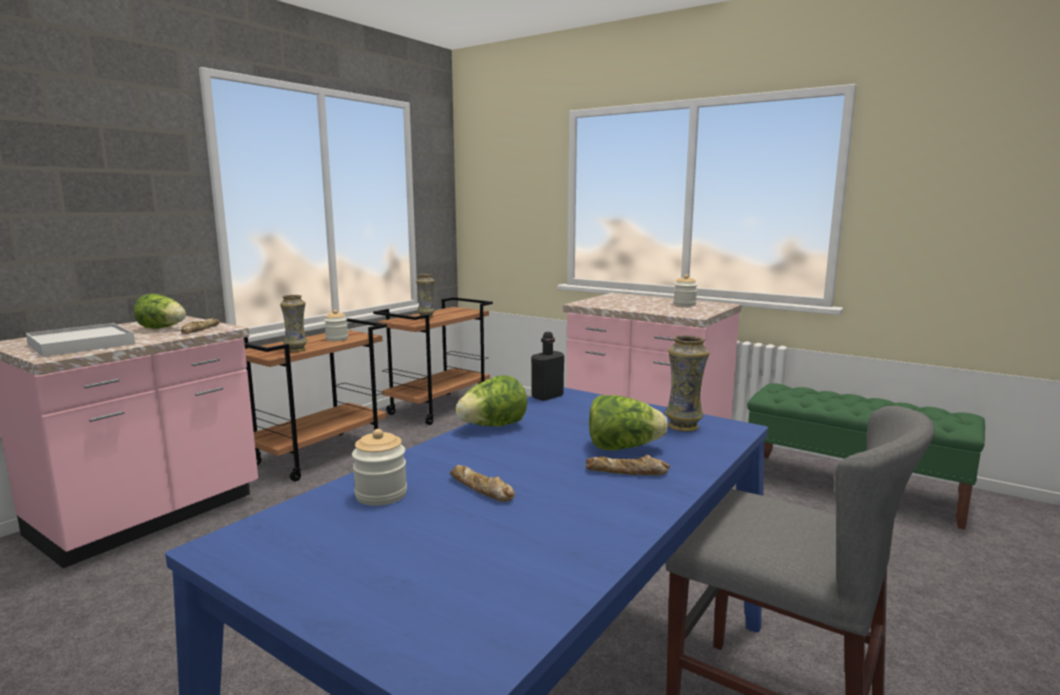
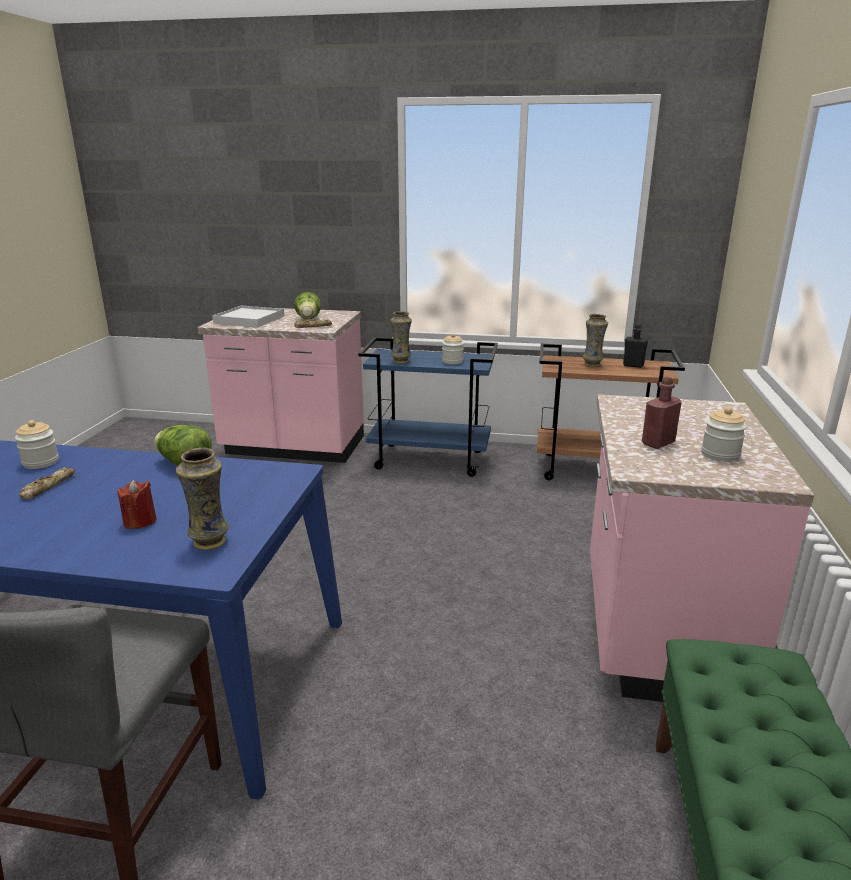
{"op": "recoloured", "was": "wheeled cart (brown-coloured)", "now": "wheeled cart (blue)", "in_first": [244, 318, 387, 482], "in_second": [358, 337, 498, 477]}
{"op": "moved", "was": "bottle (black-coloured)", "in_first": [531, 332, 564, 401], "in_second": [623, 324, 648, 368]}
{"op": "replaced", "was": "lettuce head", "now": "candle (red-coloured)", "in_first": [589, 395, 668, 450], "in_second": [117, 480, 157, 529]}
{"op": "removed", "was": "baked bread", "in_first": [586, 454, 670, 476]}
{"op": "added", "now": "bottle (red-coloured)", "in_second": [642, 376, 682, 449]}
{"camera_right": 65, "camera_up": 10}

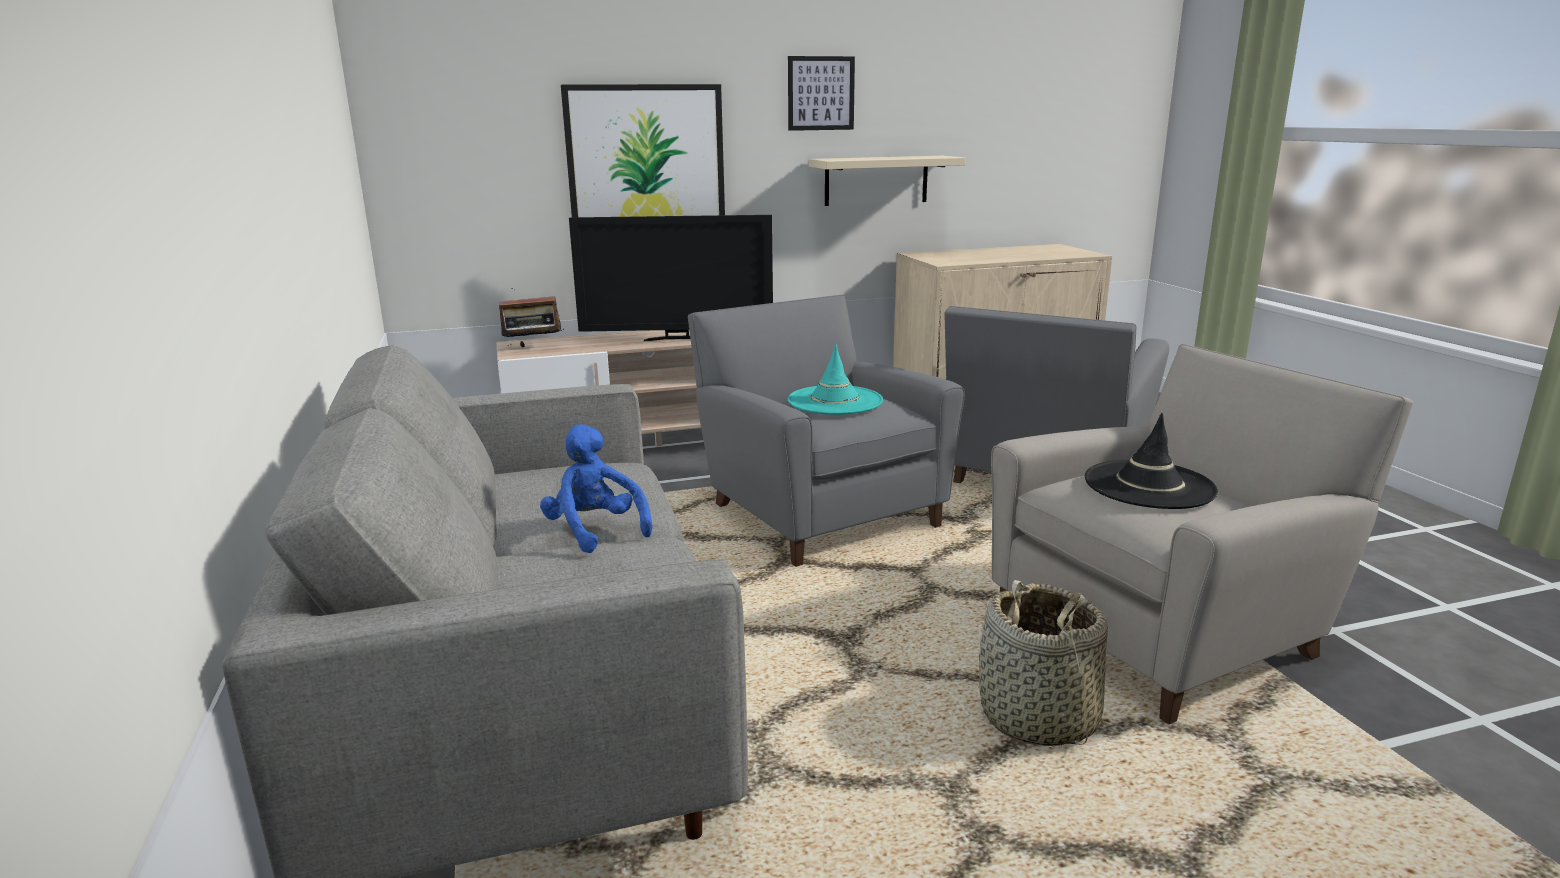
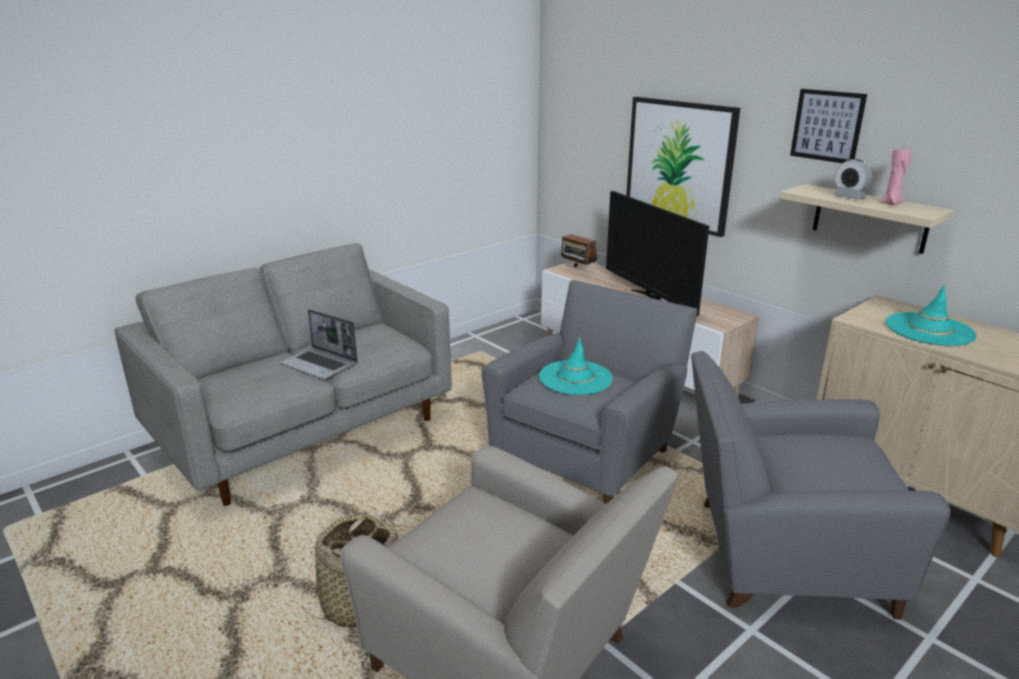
{"op": "removed", "was": "wearable hat (black-coloured)", "in_first": [1085, 413, 1218, 509]}
{"op": "replaced", "was": "plush toy (blue)", "now": "laptop", "in_first": [540, 424, 652, 553], "in_second": [280, 309, 358, 379]}
{"op": "added", "now": "candle (pink-coloured)", "in_second": [881, 146, 911, 205]}
{"op": "added", "now": "table clock", "in_second": [833, 159, 872, 200]}
{"op": "added", "now": "wearable hat (blue-green)", "in_second": [886, 284, 977, 346]}
{"camera_right": 65, "camera_up": 5}

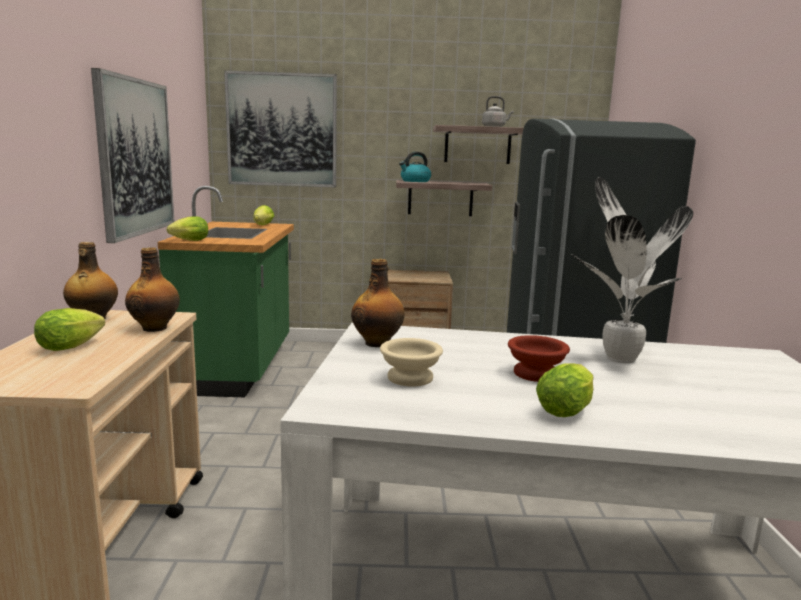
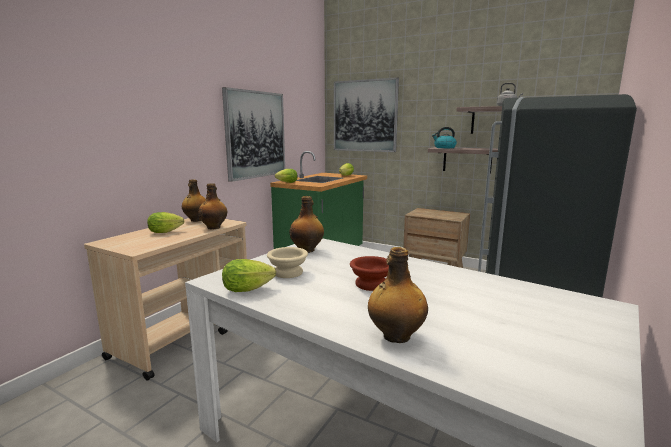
{"op": "removed", "was": "potted plant", "in_first": [571, 177, 693, 363]}
{"op": "moved", "was": "lettuce head", "in_first": [536, 363, 594, 417], "in_second": [222, 259, 276, 292]}
{"op": "added", "now": "bottle", "in_second": [368, 247, 428, 343]}
{"camera_right": 30, "camera_up": 0}

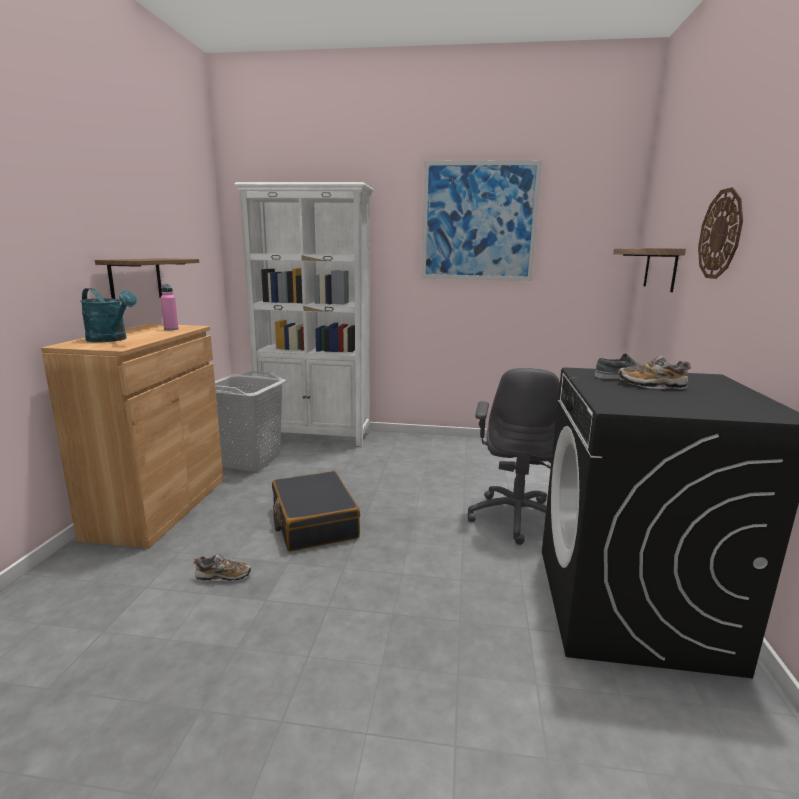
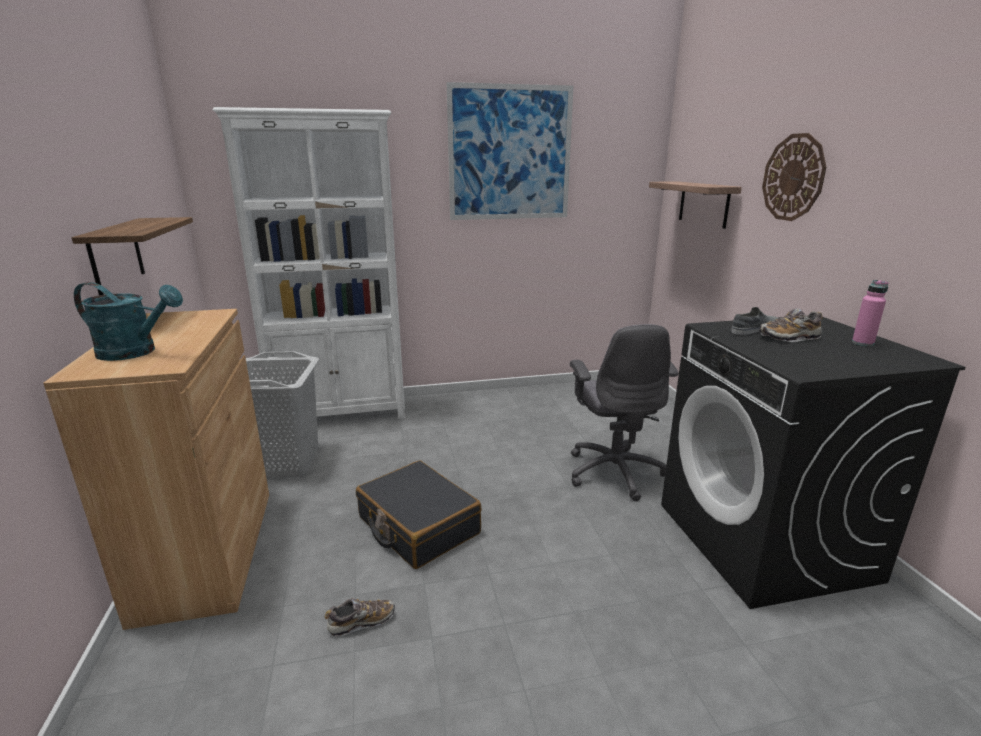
{"op": "moved", "was": "bottle (pink-coloured)", "in_first": [161, 284, 178, 330], "in_second": [852, 280, 889, 346]}
{"camera_right": -20, "camera_up": 5}

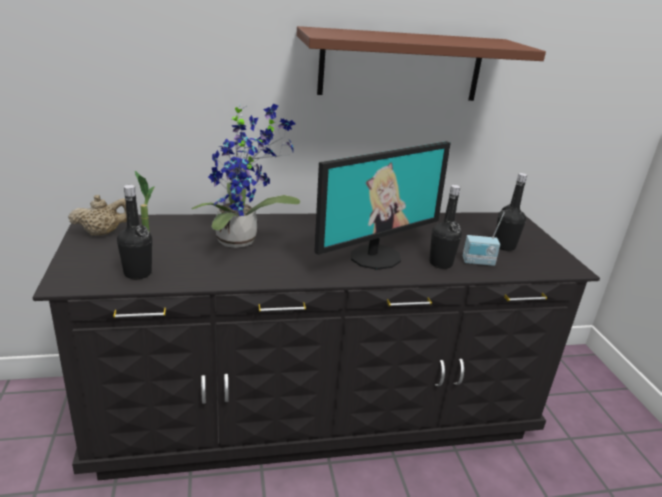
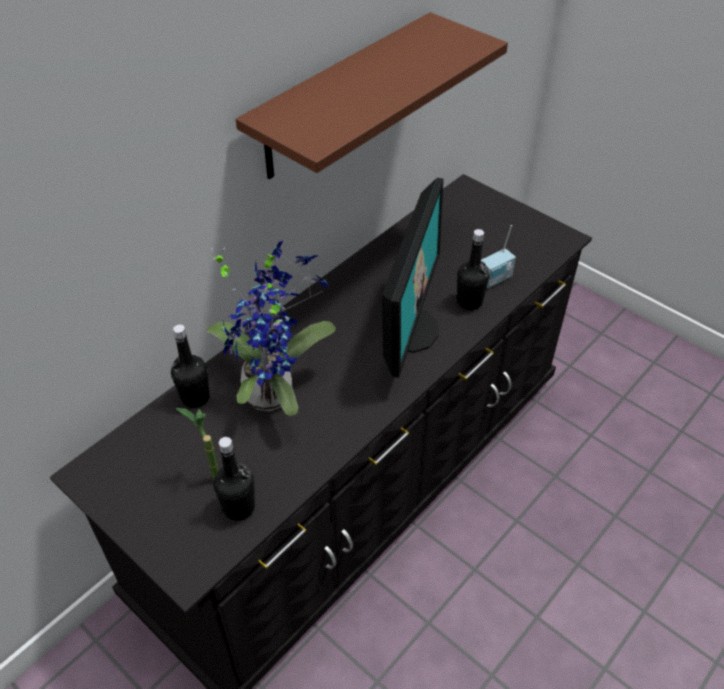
{"op": "moved", "was": "bottle (black-coloured)", "in_first": [495, 173, 527, 251], "in_second": [171, 325, 210, 408]}
{"op": "removed", "was": "tea pot (beige-coloured)", "in_first": [68, 195, 127, 236]}
{"camera_right": -35, "camera_up": 20}

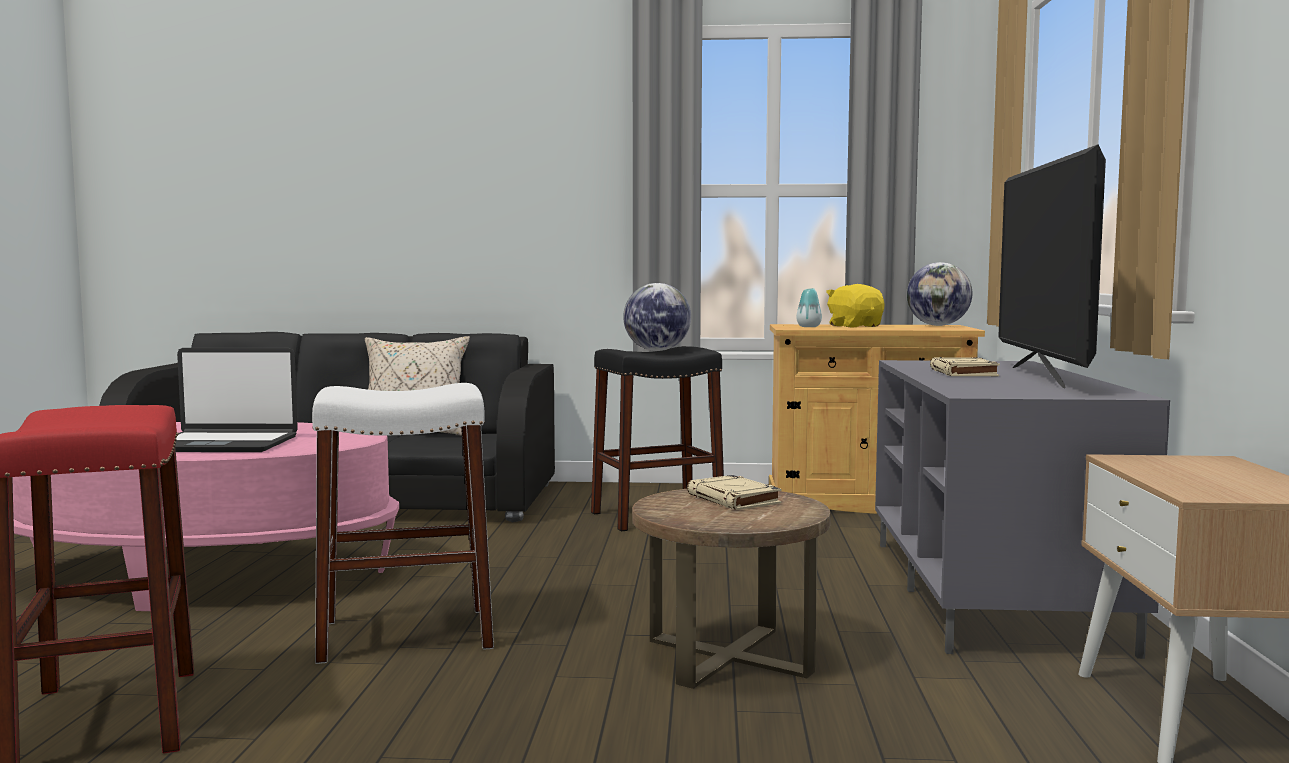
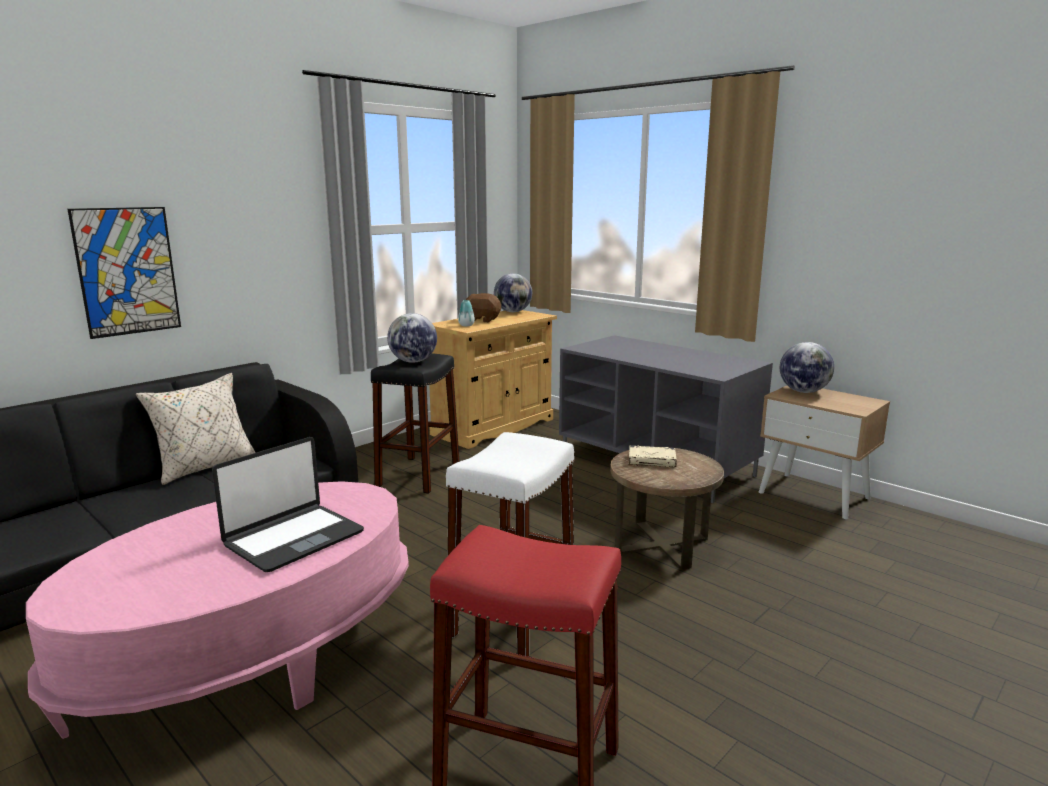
{"op": "removed", "was": "TV", "in_first": [998, 144, 1106, 388]}
{"op": "recoloured", "was": "plush toy (yellow-coloured)", "now": "plush toy (brown-coloured)", "in_first": [826, 284, 885, 327], "in_second": [466, 293, 501, 322]}
{"op": "removed", "was": "bound book (beige-coloured)", "in_first": [930, 357, 1000, 376]}
{"op": "added", "now": "wall picture", "in_second": [68, 207, 181, 339]}
{"op": "added", "now": "desk globe", "in_second": [780, 342, 834, 393]}
{"camera_right": -50, "camera_up": 10}

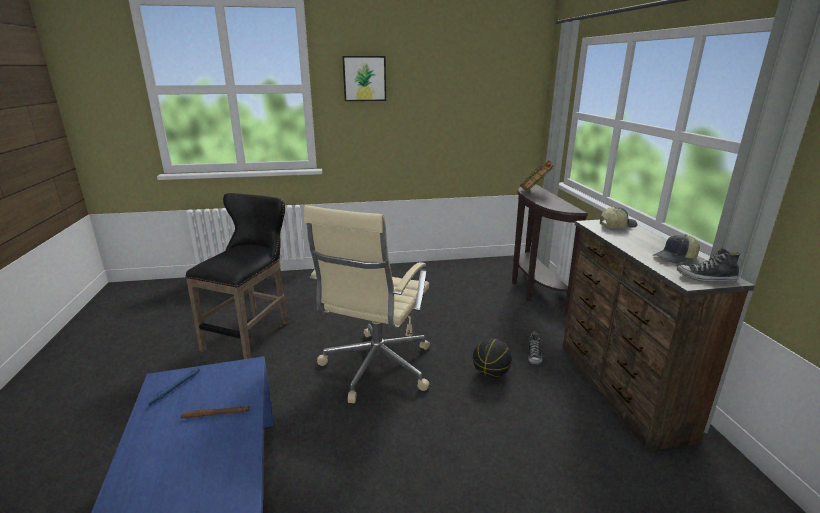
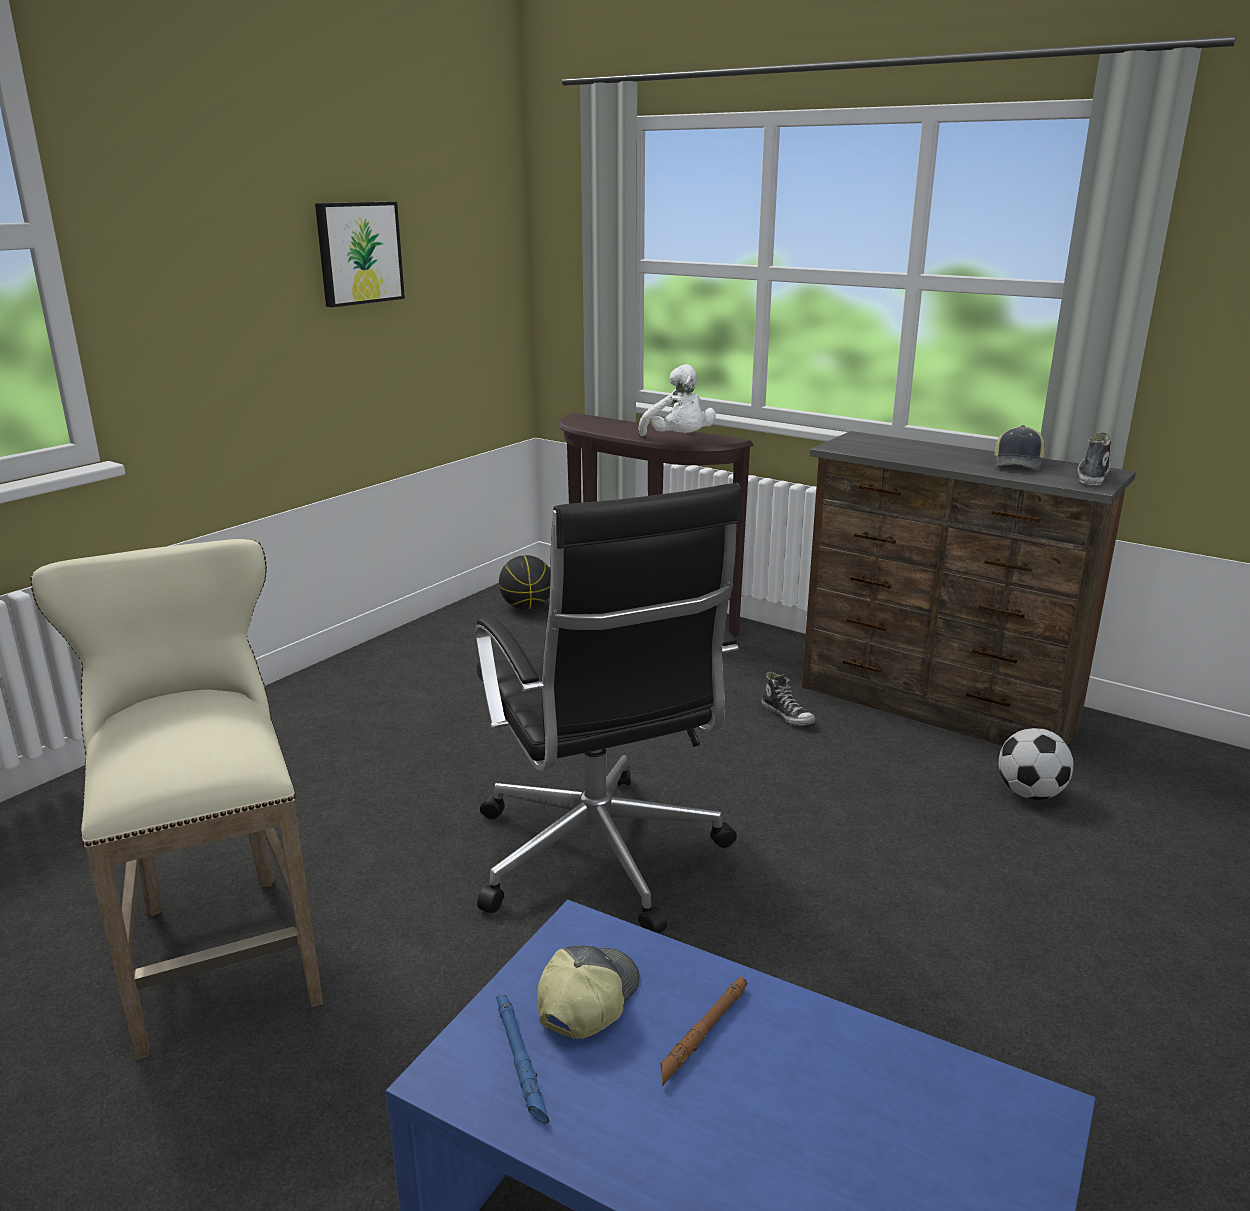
{"op": "moved", "was": "wall picture", "in_first": [342, 56, 386, 101], "in_second": [315, 201, 405, 307]}
{"op": "removed", "was": "bound book", "in_first": [520, 160, 554, 191]}
{"op": "recoloured", "was": "sitting stool (black-coloured)", "now": "sitting stool (beige-coloured)", "in_first": [185, 193, 289, 359], "in_second": [30, 539, 323, 1060]}
{"op": "recoloured", "was": "computer chair (beige-coloured)", "now": "computer chair (black-coloured)", "in_first": [304, 205, 430, 403], "in_second": [475, 483, 742, 933]}
{"op": "moved", "was": "baseball cap", "in_first": [600, 207, 637, 228], "in_second": [537, 945, 640, 1039]}
{"op": "turned", "was": "low shoe", "in_first": [677, 247, 740, 282], "in_second": [1077, 433, 1111, 485], "clockwise": 150}
{"op": "moved", "was": "basketball ball", "in_first": [473, 338, 512, 378], "in_second": [499, 555, 551, 610]}
{"op": "added", "now": "plush toy (white)", "in_second": [639, 364, 716, 436]}
{"op": "added", "now": "football ball", "in_second": [999, 728, 1073, 800]}
{"camera_right": -45, "camera_up": 0}

